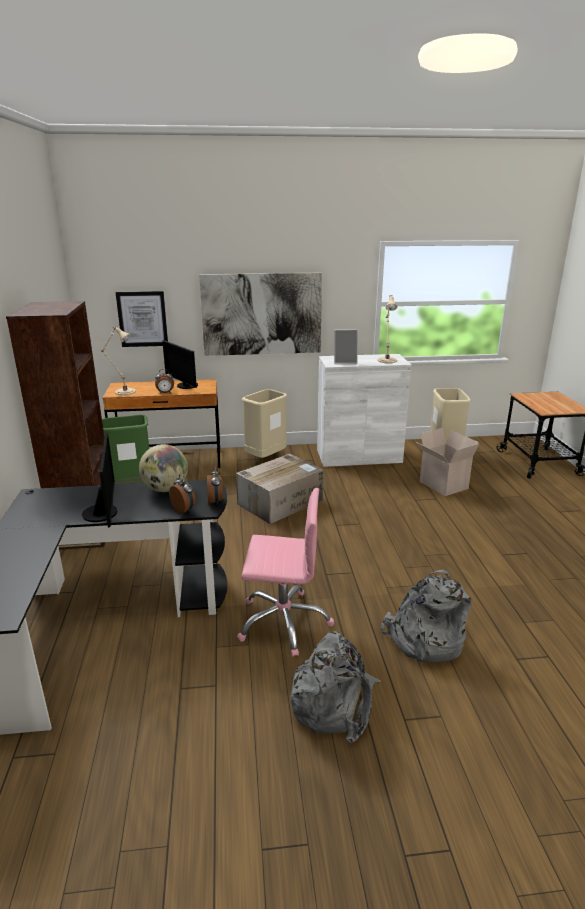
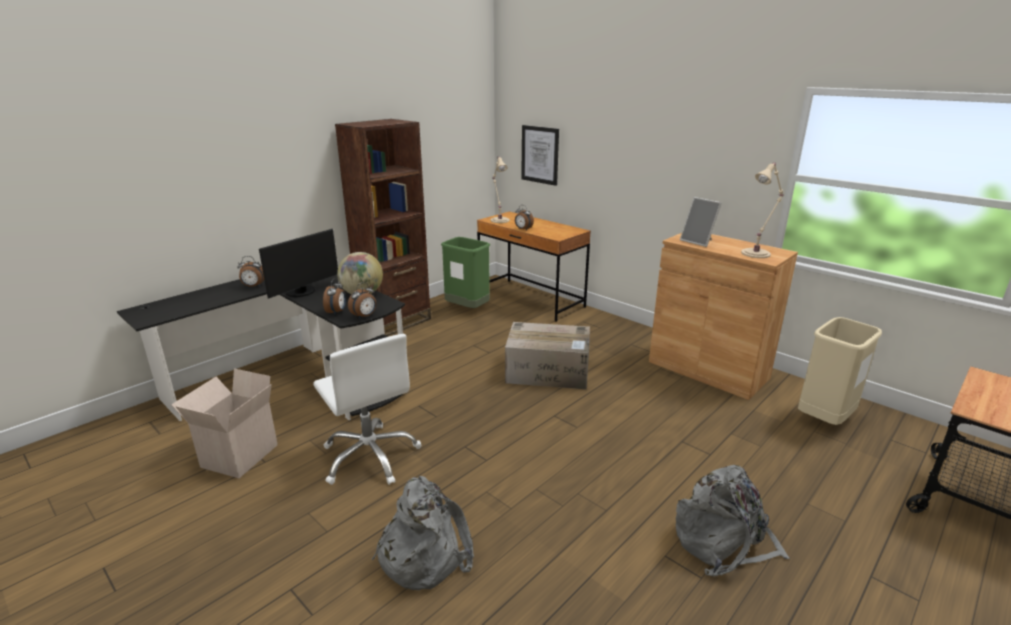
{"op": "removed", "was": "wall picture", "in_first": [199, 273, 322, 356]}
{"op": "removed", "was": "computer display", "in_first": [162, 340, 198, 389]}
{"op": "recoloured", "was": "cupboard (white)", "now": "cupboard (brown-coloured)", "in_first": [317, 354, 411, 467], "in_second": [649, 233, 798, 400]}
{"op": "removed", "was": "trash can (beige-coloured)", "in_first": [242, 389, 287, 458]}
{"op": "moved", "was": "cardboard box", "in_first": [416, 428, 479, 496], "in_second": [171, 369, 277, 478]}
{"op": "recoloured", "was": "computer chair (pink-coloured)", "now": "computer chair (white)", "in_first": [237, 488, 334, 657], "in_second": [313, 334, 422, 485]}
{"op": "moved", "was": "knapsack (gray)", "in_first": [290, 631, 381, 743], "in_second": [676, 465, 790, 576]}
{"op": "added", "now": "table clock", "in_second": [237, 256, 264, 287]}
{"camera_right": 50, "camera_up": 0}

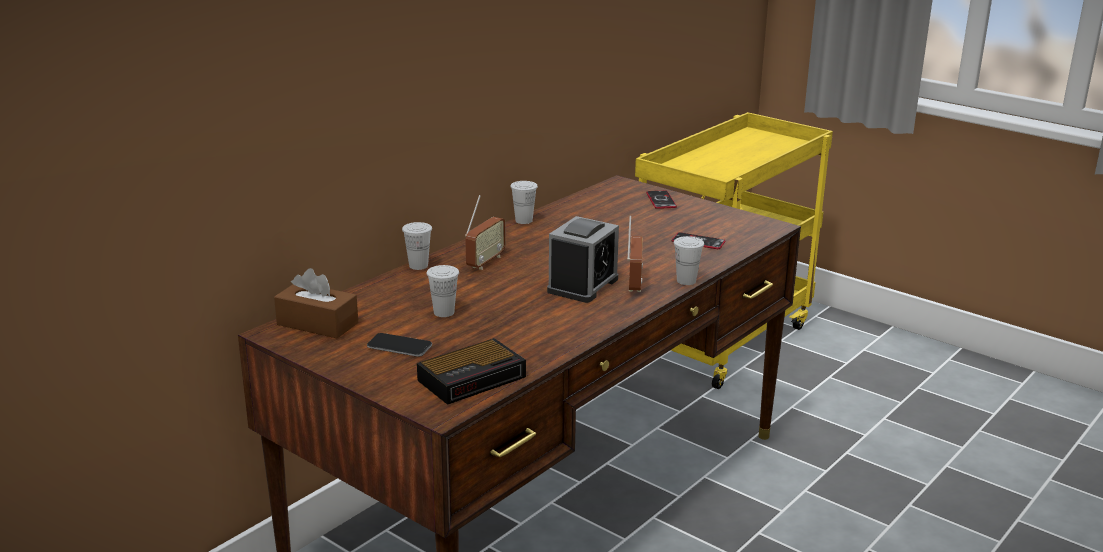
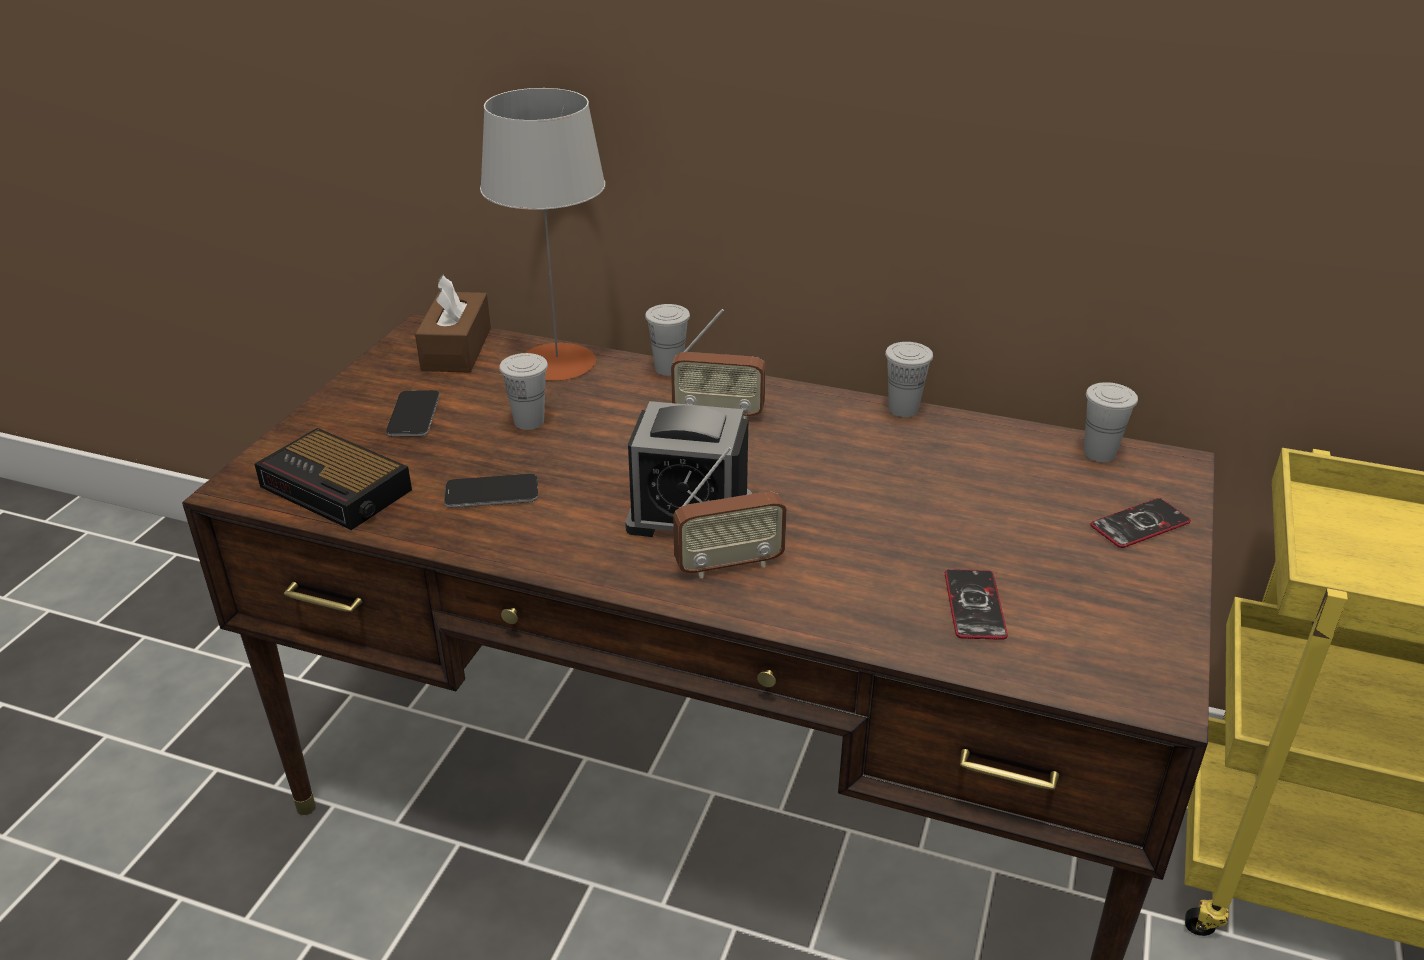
{"op": "moved", "was": "drinking cup (white)", "in_first": [674, 236, 704, 285], "in_second": [1084, 382, 1138, 462]}
{"op": "added", "now": "table lamp (gray)", "in_second": [480, 88, 605, 381]}
{"op": "added", "now": "telephone", "in_second": [444, 474, 538, 508]}
{"camera_right": 70, "camera_up": 10}

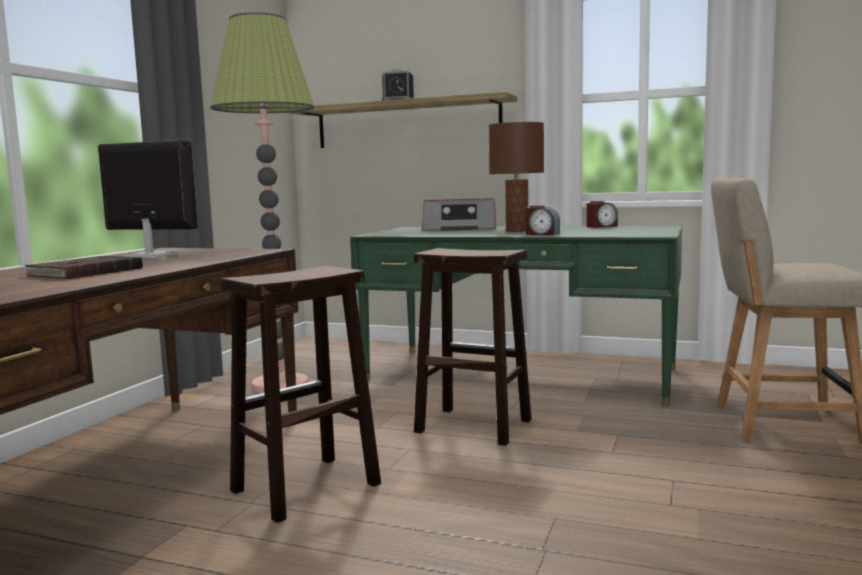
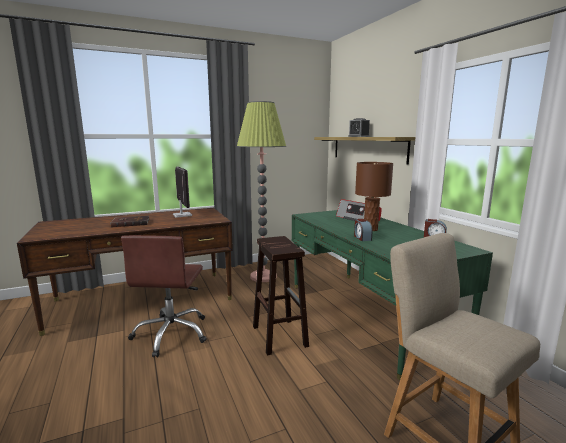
{"op": "replaced", "was": "sitting stool (brown-coloured)", "now": "computer chair (brown-coloured)", "in_first": [221, 266, 381, 523], "in_second": [121, 235, 207, 357]}
{"camera_right": 45, "camera_up": 5}

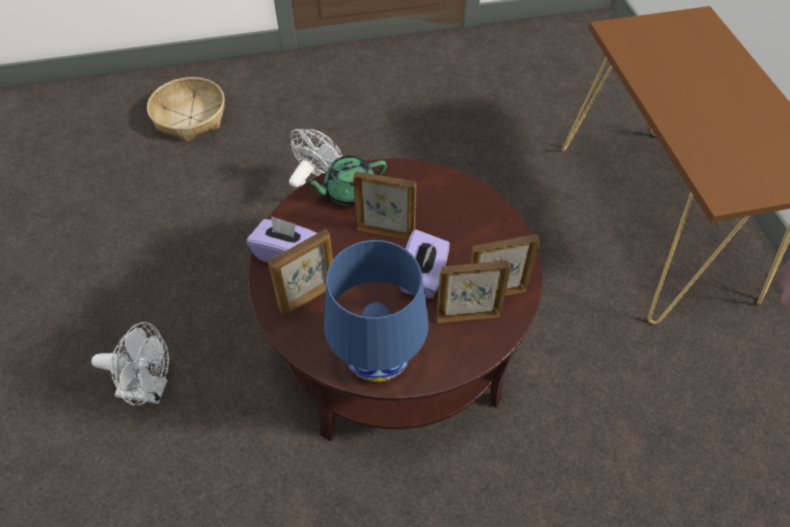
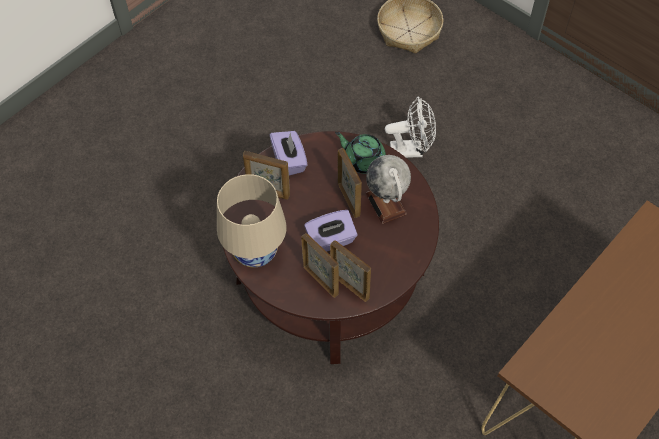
{"op": "recoloured", "was": "table lamp (blue)", "now": "table lamp (beige-coloured)", "in_first": [324, 240, 429, 382], "in_second": [217, 174, 287, 267]}
{"op": "removed", "was": "fan (white)", "in_first": [91, 322, 169, 406]}
{"op": "added", "now": "desk globe", "in_second": [366, 155, 411, 224]}
{"camera_right": 55, "camera_up": 5}

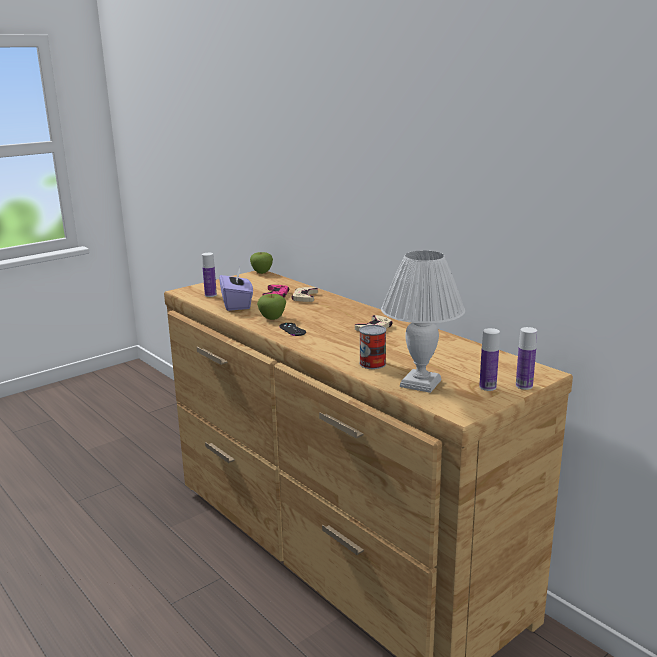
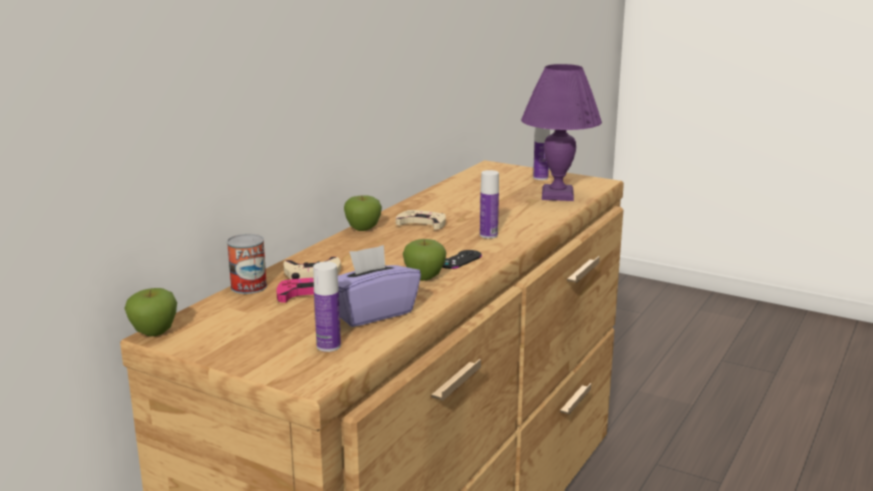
{"op": "recoloured", "was": "table lamp (white)", "now": "table lamp (purple-coloured)", "in_first": [381, 251, 465, 393], "in_second": [521, 64, 602, 201]}
{"op": "moved", "was": "sealed can", "in_first": [359, 325, 386, 369], "in_second": [227, 234, 267, 294]}
{"op": "moved", "was": "bottle", "in_first": [516, 327, 537, 390], "in_second": [480, 170, 499, 239]}
{"op": "added", "now": "apple", "in_second": [344, 195, 382, 231]}
{"camera_right": -110, "camera_up": 0}

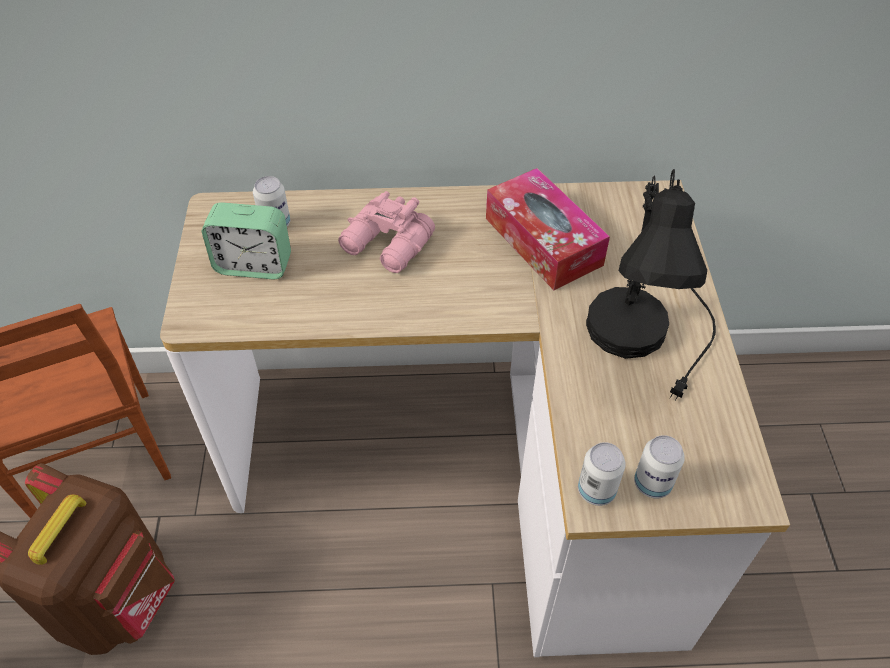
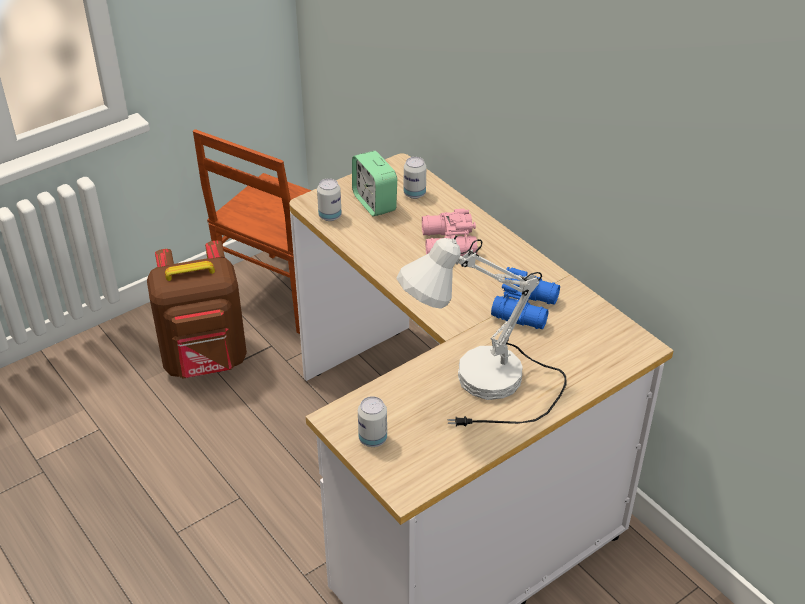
{"op": "replaced", "was": "box of tissues", "now": "pair of binoculars (blue)", "in_first": [486, 168, 610, 290], "in_second": [491, 267, 560, 329]}
{"op": "recoloured", "was": "table lamp (black-coloured)", "now": "table lamp (white)", "in_first": [586, 169, 716, 399], "in_second": [396, 236, 567, 427]}
{"op": "moved", "was": "sealed can", "in_first": [578, 442, 626, 506], "in_second": [317, 178, 342, 221]}
{"camera_right": 55, "camera_up": -10}

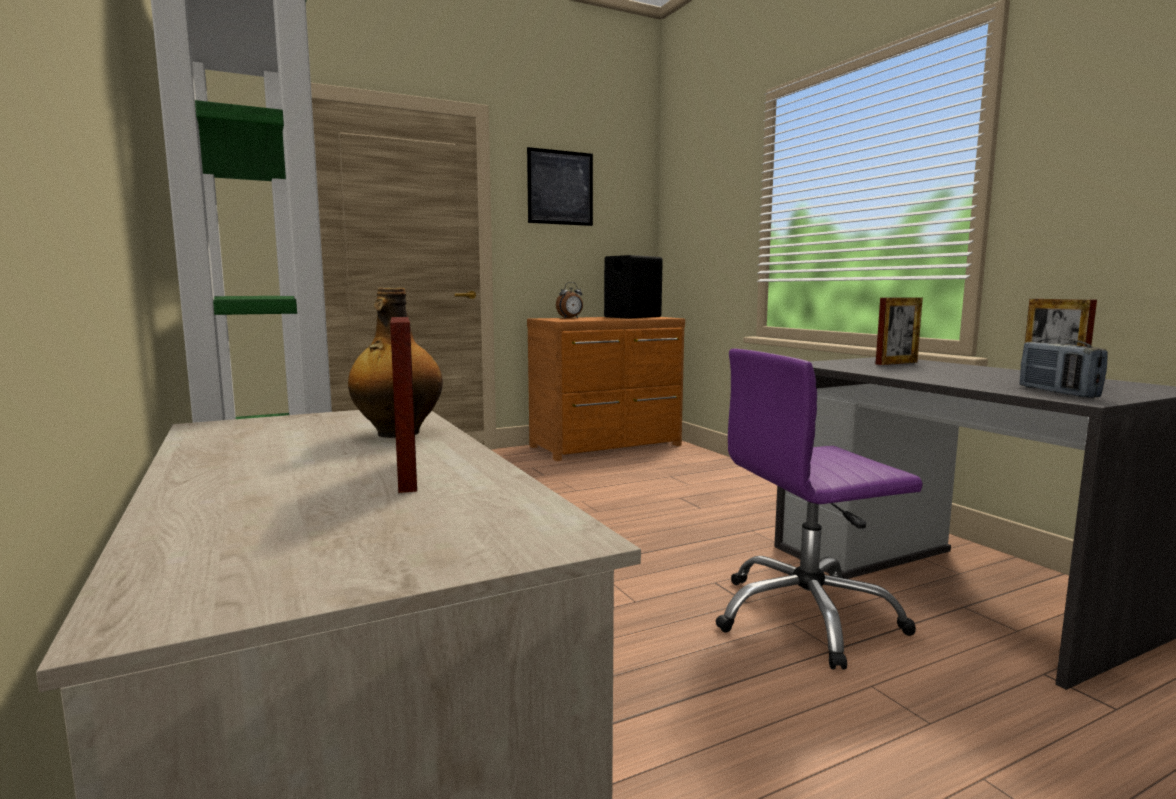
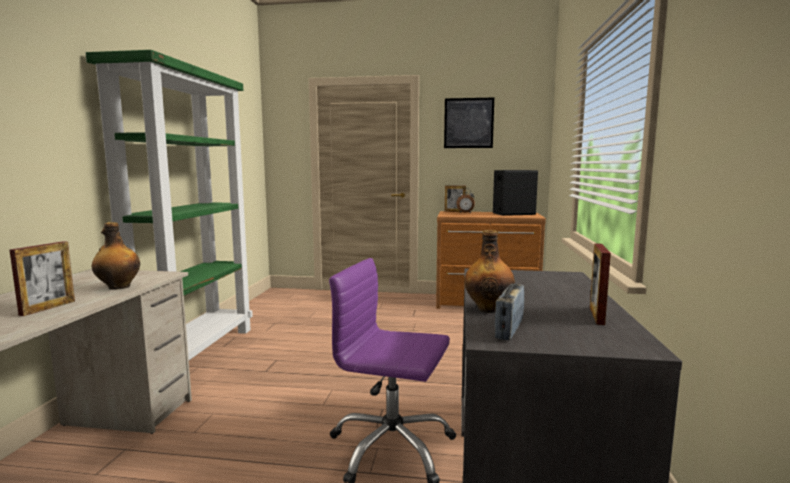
{"op": "moved", "was": "photo frame", "in_first": [876, 297, 923, 365], "in_second": [445, 185, 466, 212]}
{"op": "added", "now": "bottle", "in_second": [464, 230, 515, 313]}
{"camera_right": 35, "camera_up": 0}

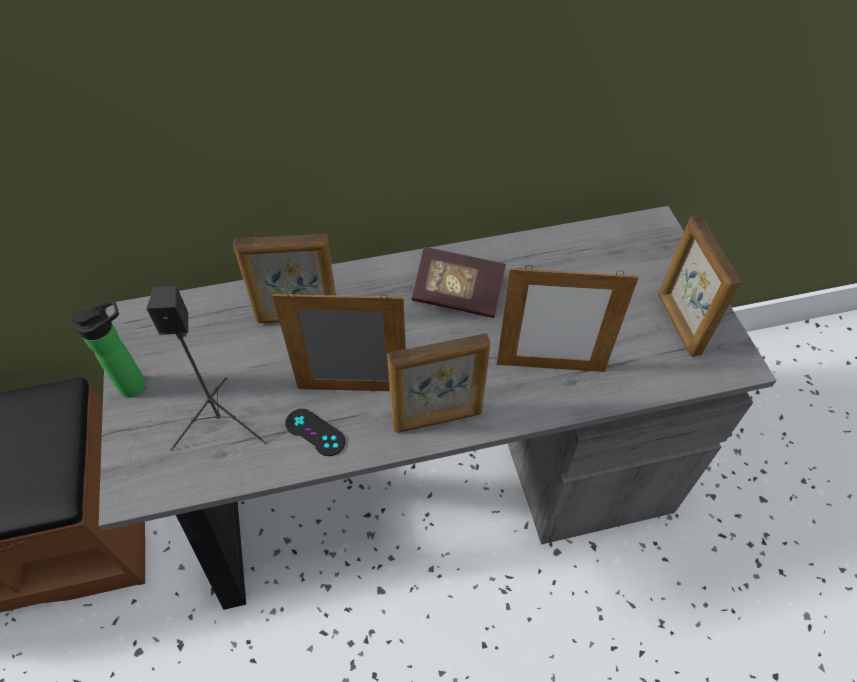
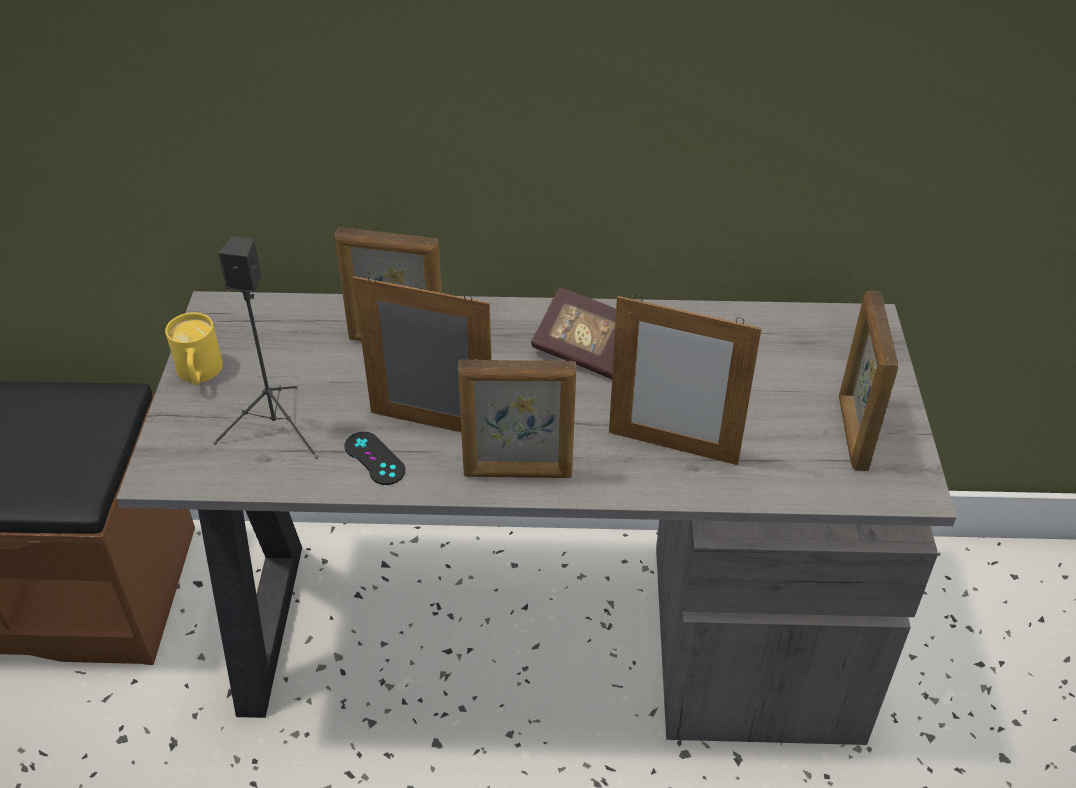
{"op": "replaced", "was": "bottle", "now": "mug (yellow-coloured)", "in_first": [70, 300, 146, 398], "in_second": [165, 312, 223, 385]}
{"camera_right": 15, "camera_up": -10}

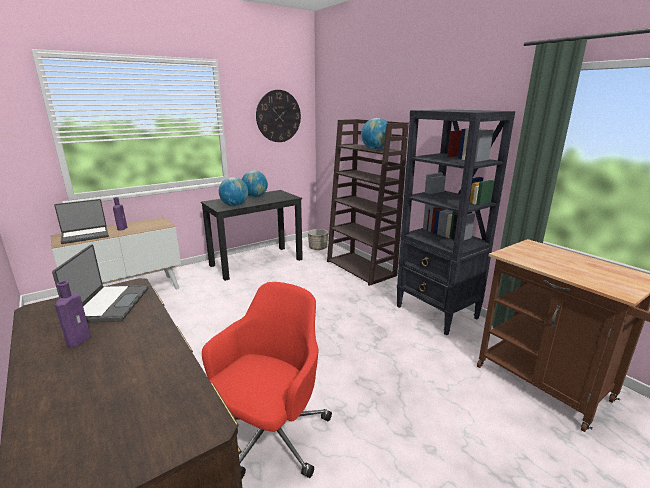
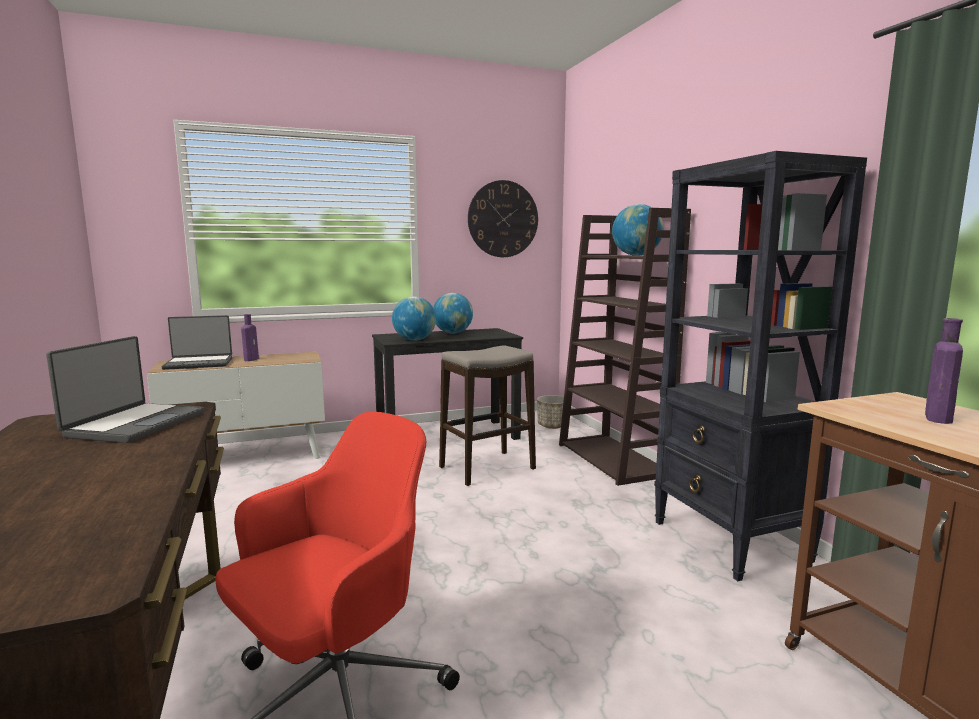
{"op": "moved", "was": "bottle (purple-coloured)", "in_first": [55, 281, 91, 347], "in_second": [925, 318, 963, 424]}
{"op": "added", "now": "sitting stool", "in_second": [439, 345, 536, 486]}
{"camera_right": 15, "camera_up": -10}

